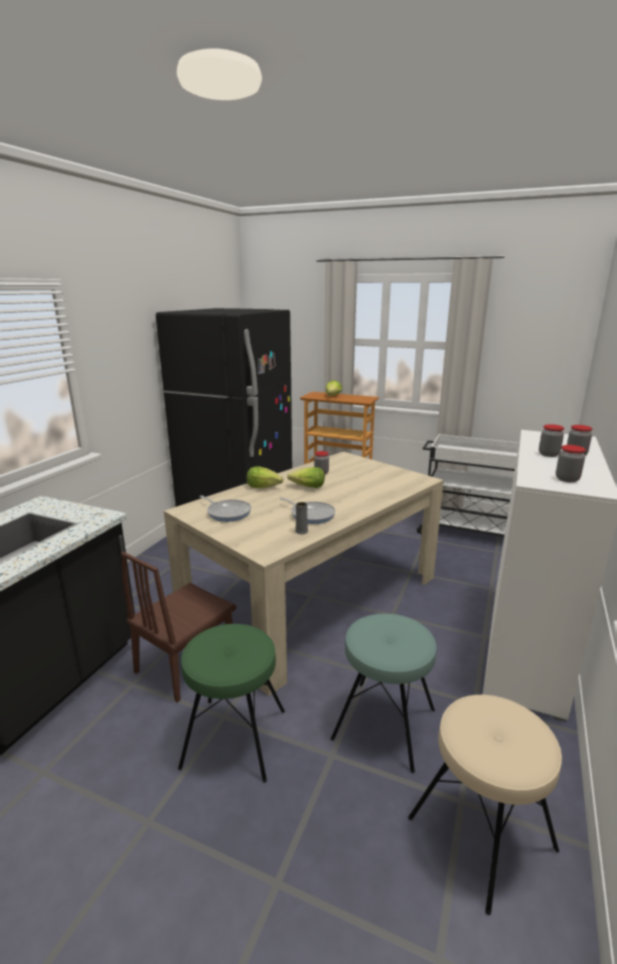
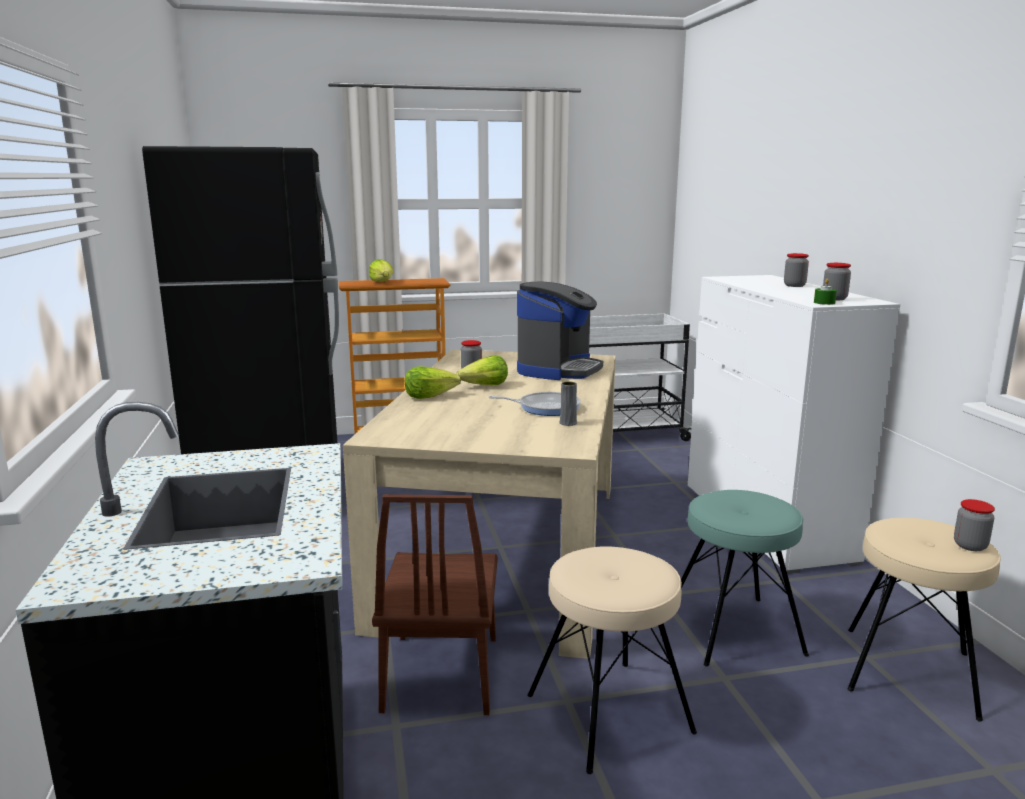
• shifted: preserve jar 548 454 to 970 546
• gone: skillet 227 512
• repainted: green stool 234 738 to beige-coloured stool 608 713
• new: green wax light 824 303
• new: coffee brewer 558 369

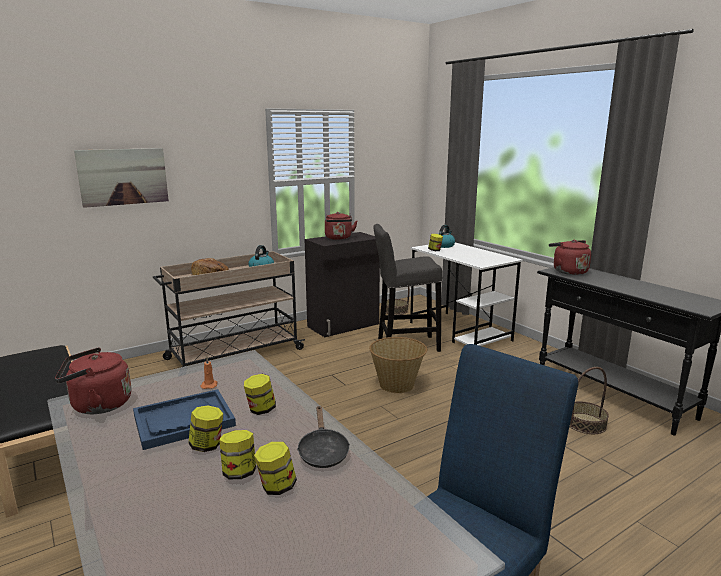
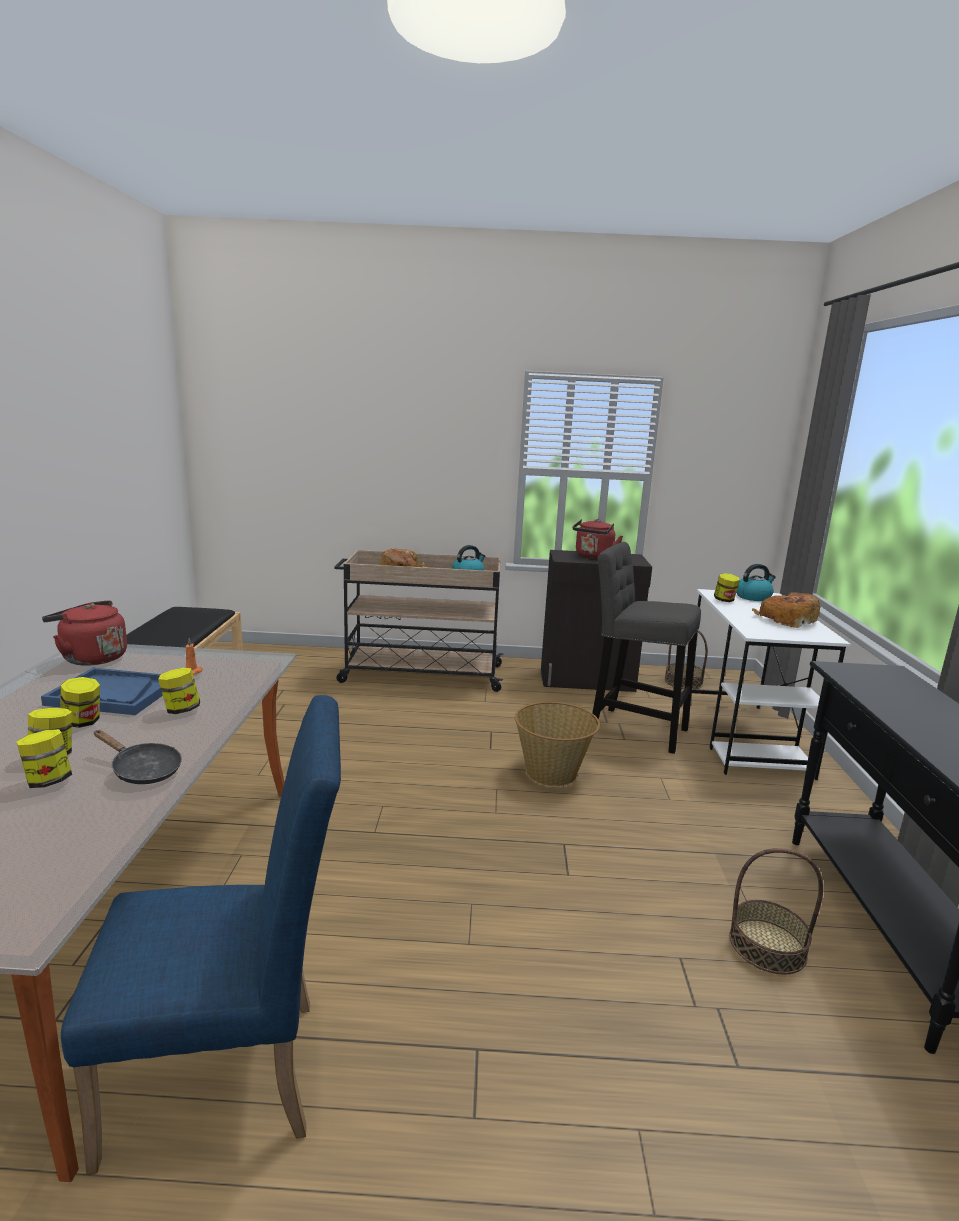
• gone: picture 123 176
• gone: red water kettle 568 271
• rotated: black-coloured skillet 323 451 = 142 770 90 degrees counterclockwise
• new: baked bread 785 619

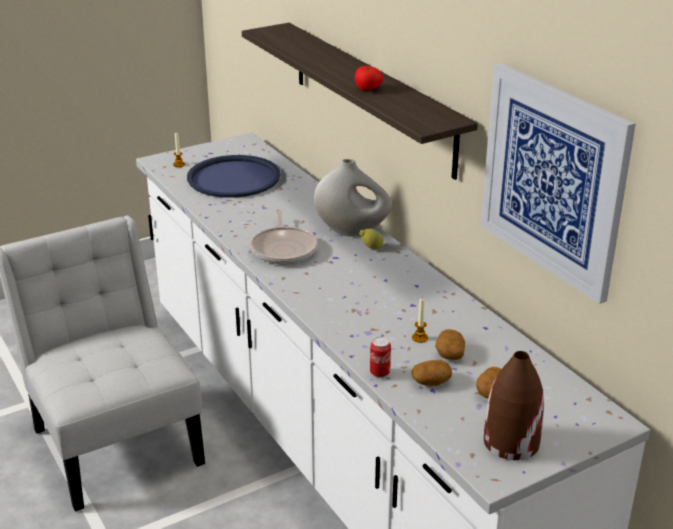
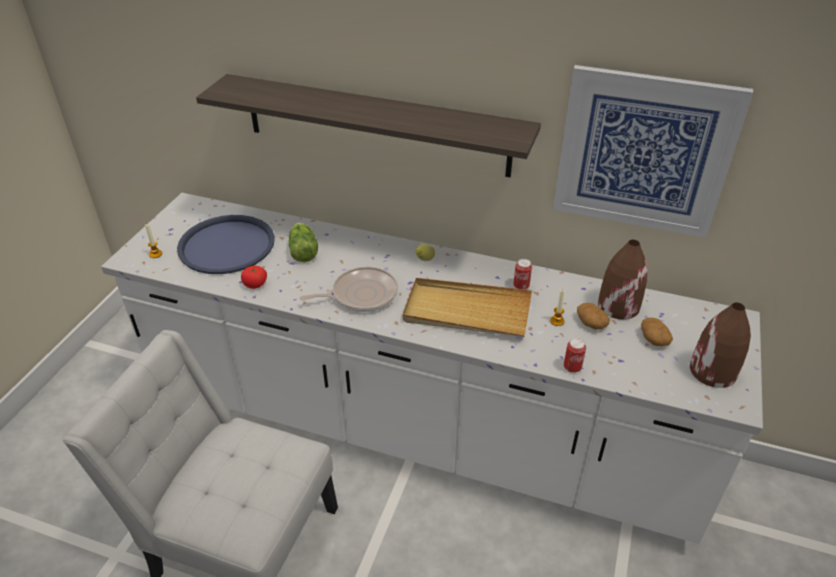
• shifted: whole tomato 367 89 to 255 285
• gone: white-coloured decorative vase 352 231
• rotated: skillet 284 249 = 361 294 60 degrees counterclockwise
• gone: potato 431 382
• new: lettuce 303 250
• new: brown-coloured decorative vase 618 305
• new: sealed can 521 286
• new: beige-coloured carrying tray 467 311

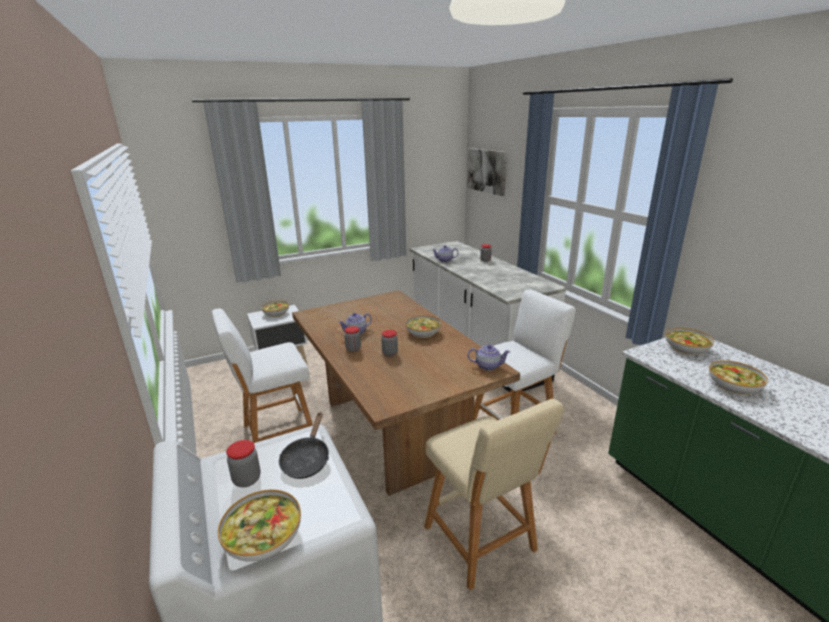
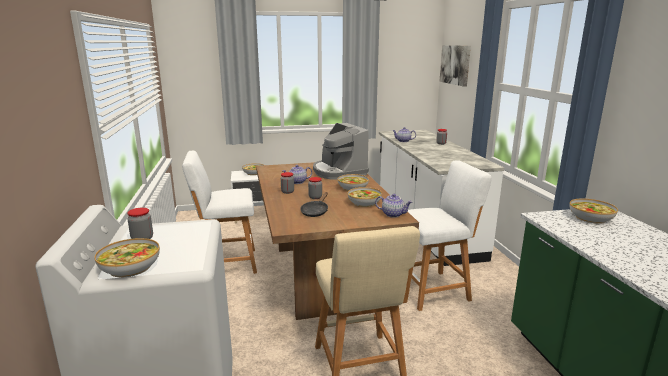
• shifted: serving bowl 734 385 to 364 202
• shifted: black-coloured skillet 307 459 to 315 211
• new: coffee brewer 338 172

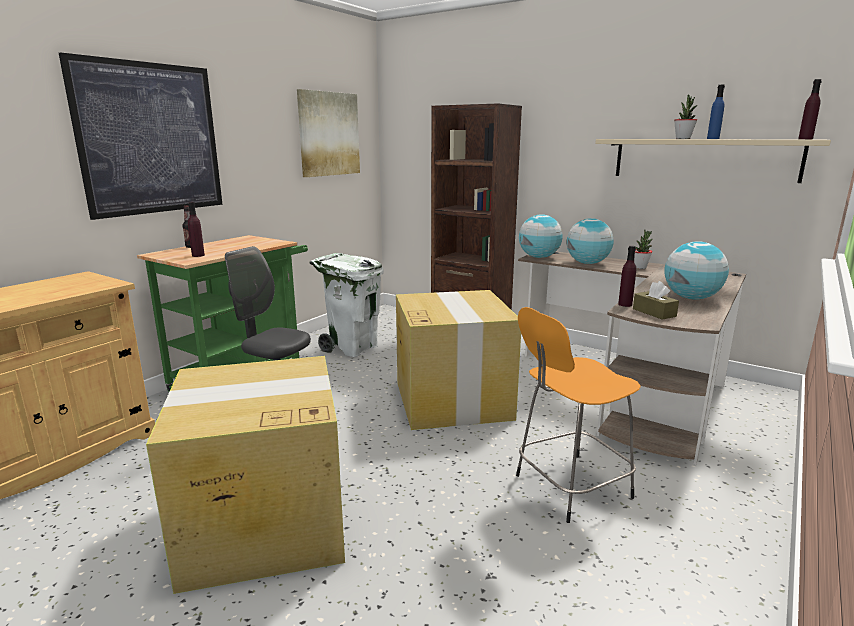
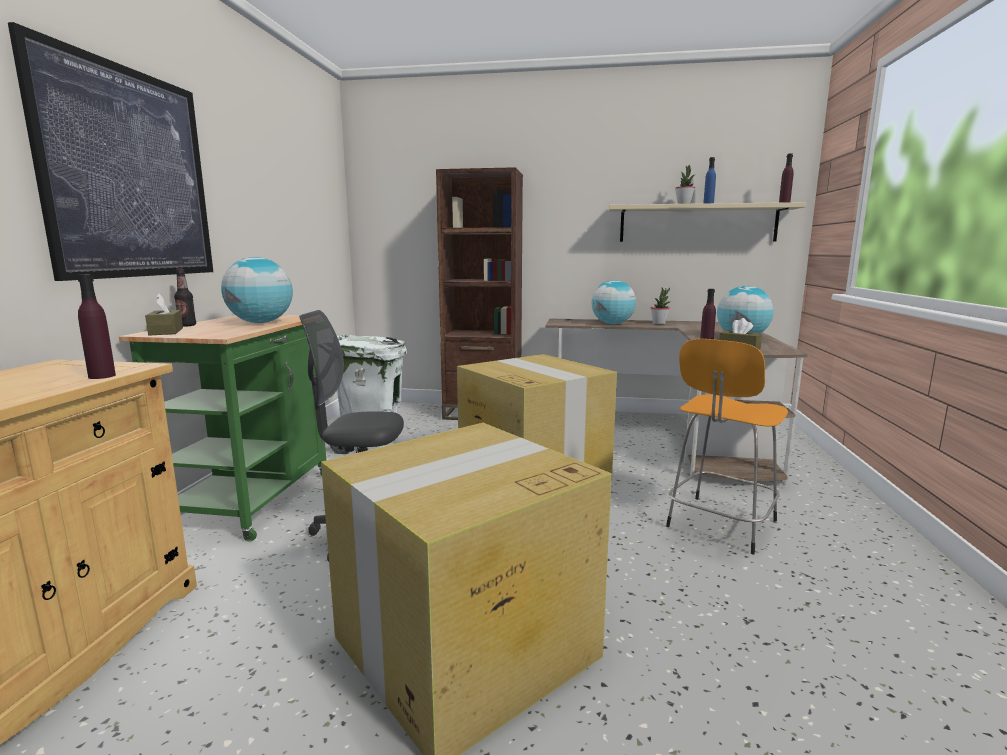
• gone: picture 328 134
• shifted: purple bottle 198 255 to 102 376
• shifted: globe 539 257 to 261 322
• new: brown-coloured box of tissues 166 331

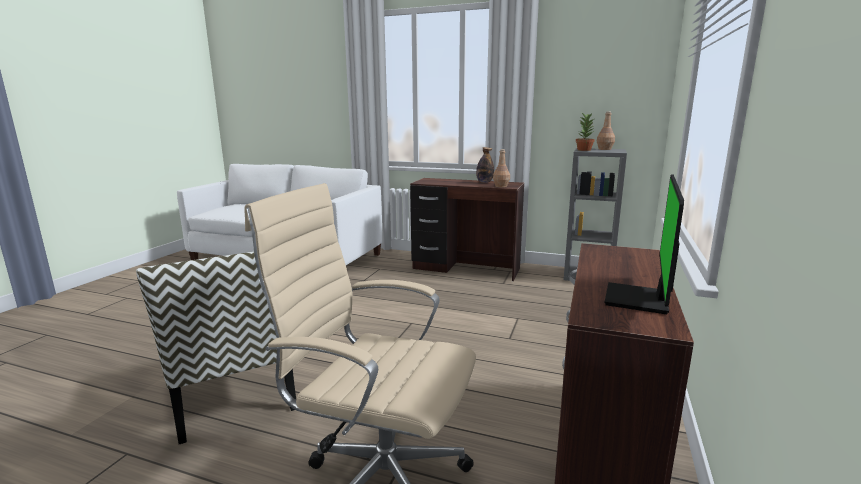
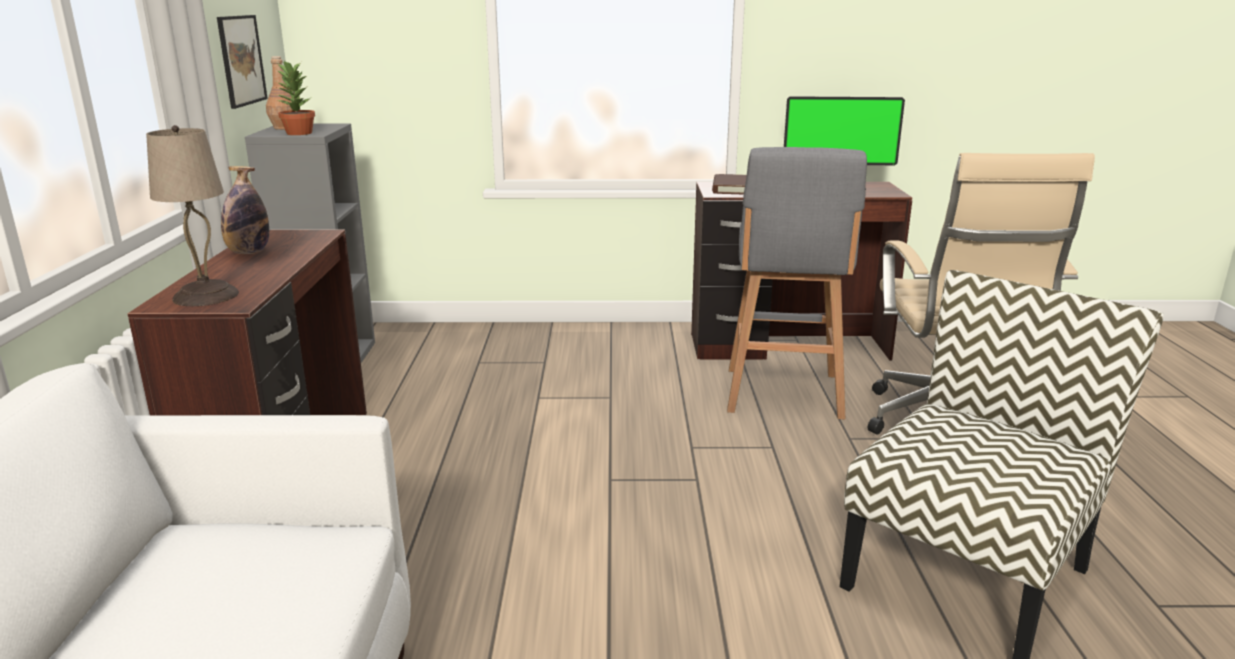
• gone: brown-coloured bottle 501 186
• new: picture 241 60
• new: beige-coloured tabletop lamp 204 295
• new: greyish stool 783 395
• new: brown-coloured volume 731 188

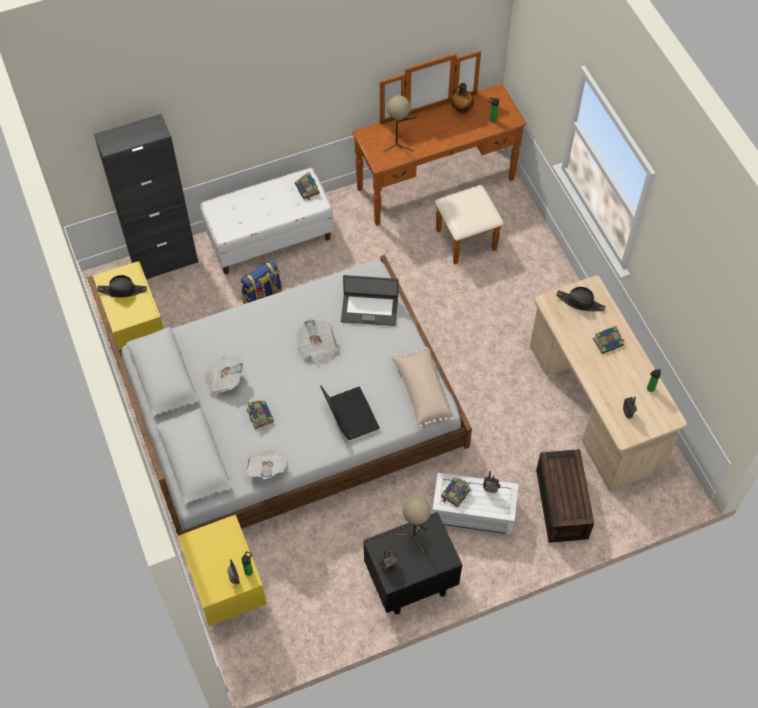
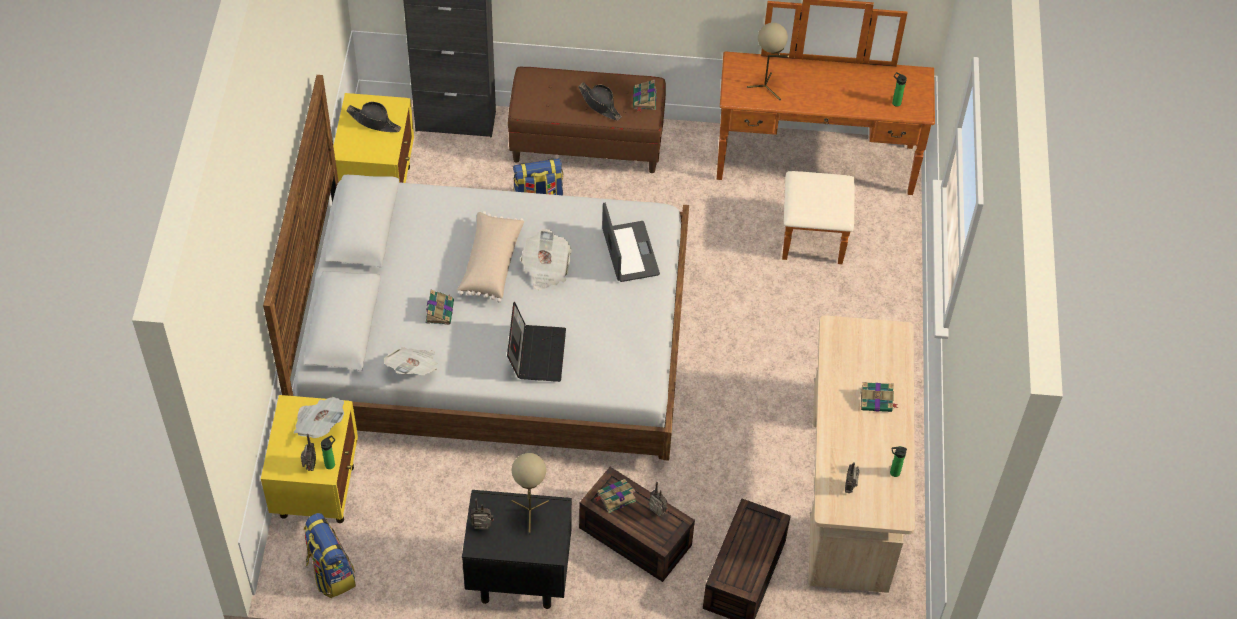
• gone: bottle 461 109
• repainted: white-coloured long seat 270 238 to brown-coloured long seat 587 143
• rotated: notebook computer 369 309 = 629 252 135 degrees counterclockwise
• shifted: black-coloured wearable hat 580 302 to 600 104
• shifted: beige-coloured cushion 421 392 to 490 263
• shifted: daily paper 224 380 to 319 424
• repainted: white-coloured storage container 471 513 to brown-coloured storage container 633 536
• new: backpack 330 573

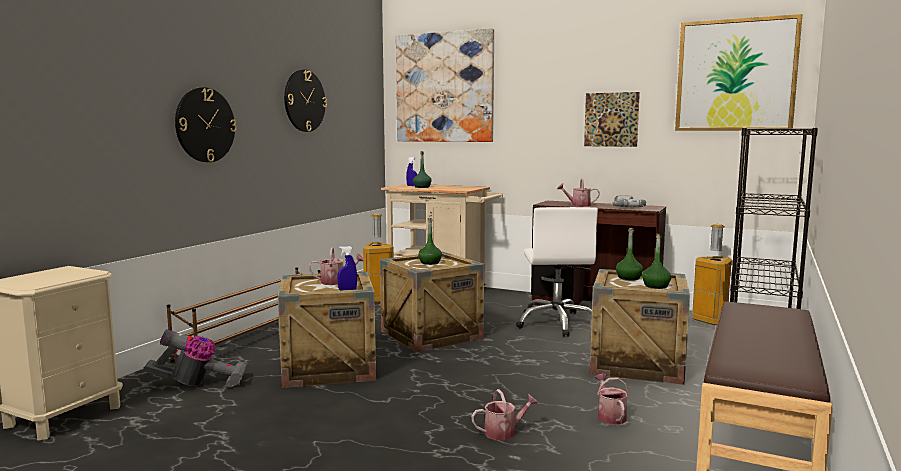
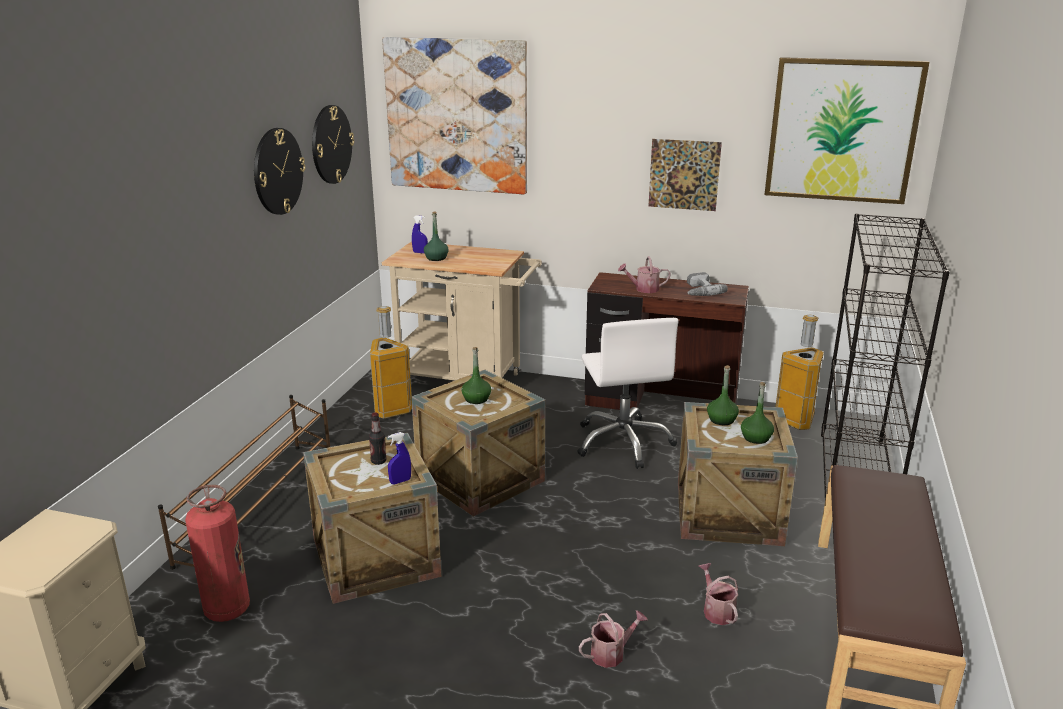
• shifted: clock on the wall 205 125 to 331 144
• swapped: watering pot 336 282 to bottle 378 461
• swapped: hoover 199 384 to fire-fighting cylinder 227 609

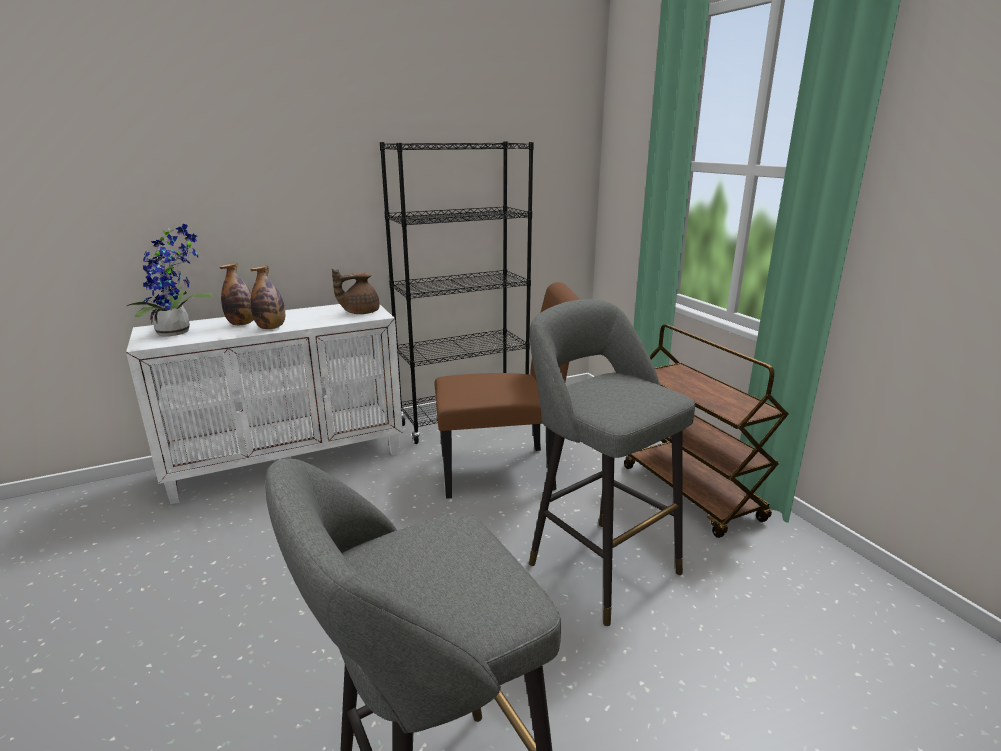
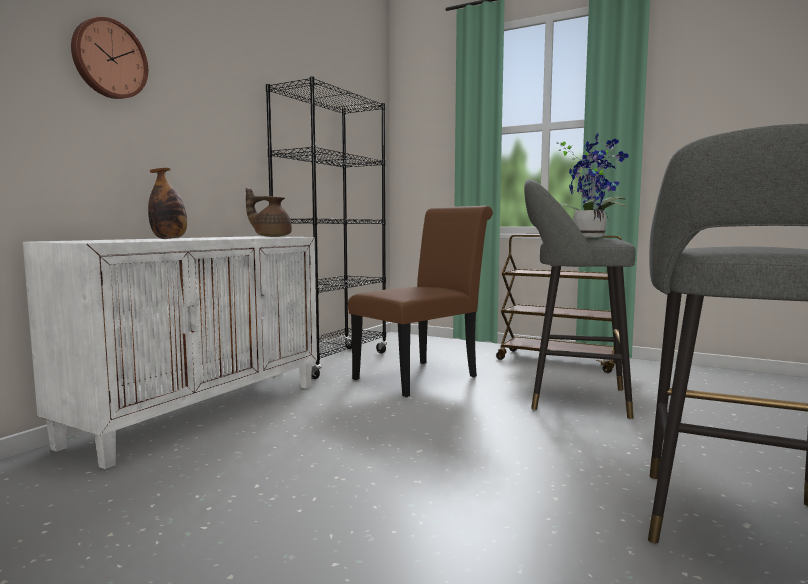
• shifted: plant in a pot 178 332 to 590 237
• gone: bottle 271 328
• rotated: brown-coloured teapot 359 312 = 271 236 75 degrees clockwise
• new: clock on the wall 108 59

